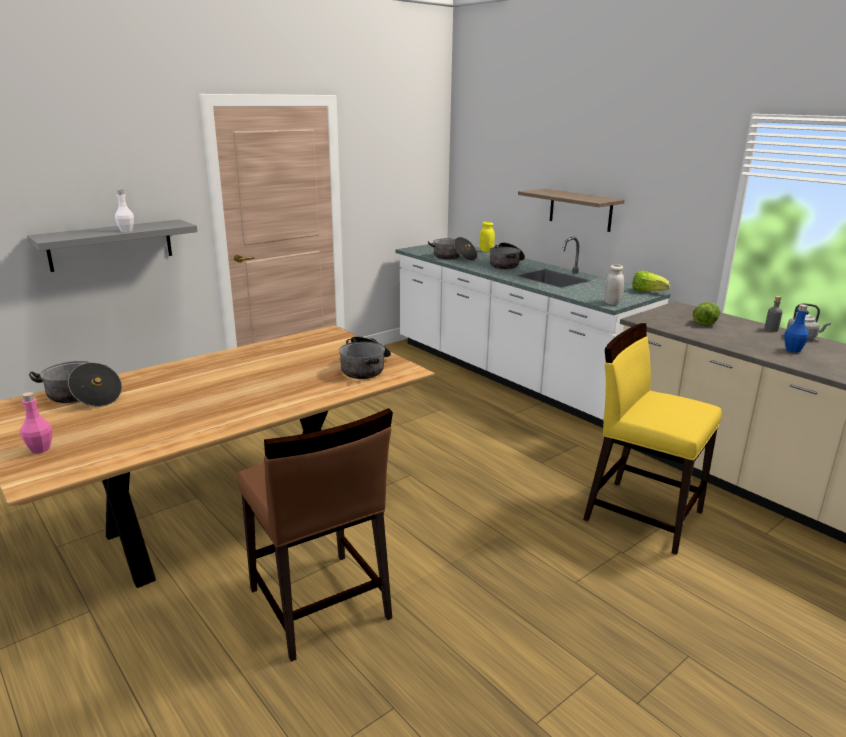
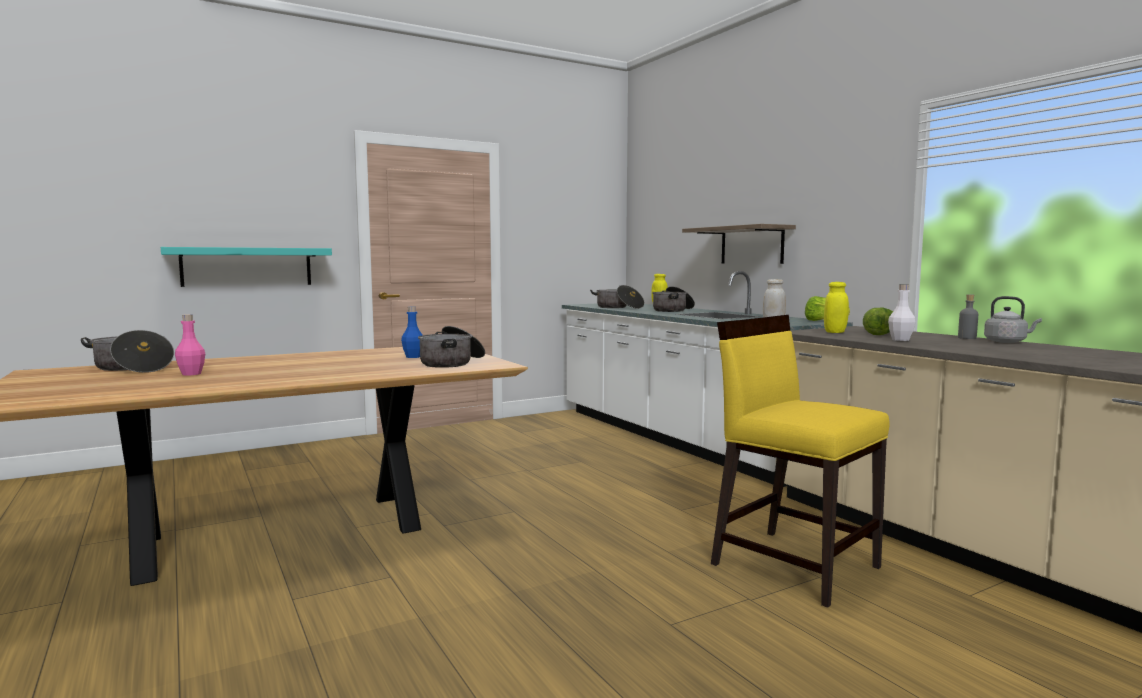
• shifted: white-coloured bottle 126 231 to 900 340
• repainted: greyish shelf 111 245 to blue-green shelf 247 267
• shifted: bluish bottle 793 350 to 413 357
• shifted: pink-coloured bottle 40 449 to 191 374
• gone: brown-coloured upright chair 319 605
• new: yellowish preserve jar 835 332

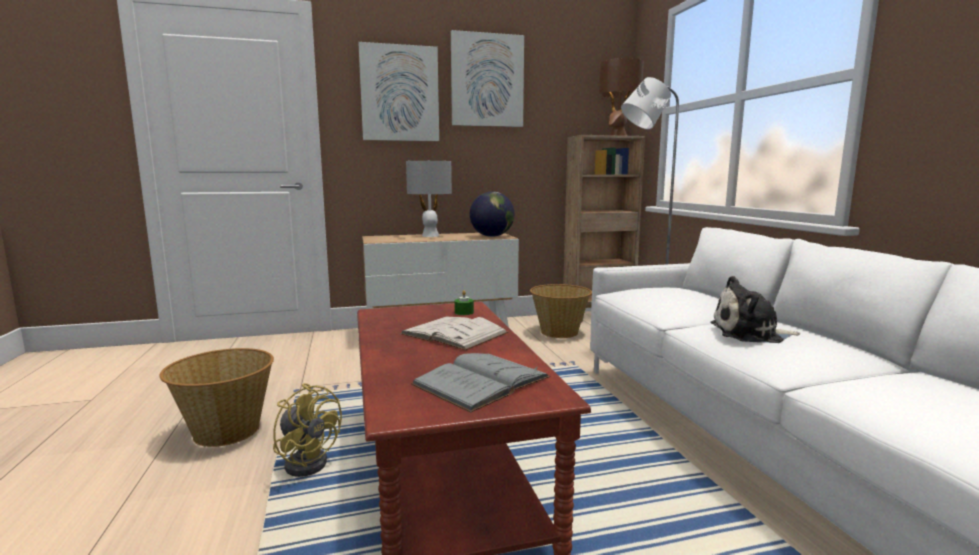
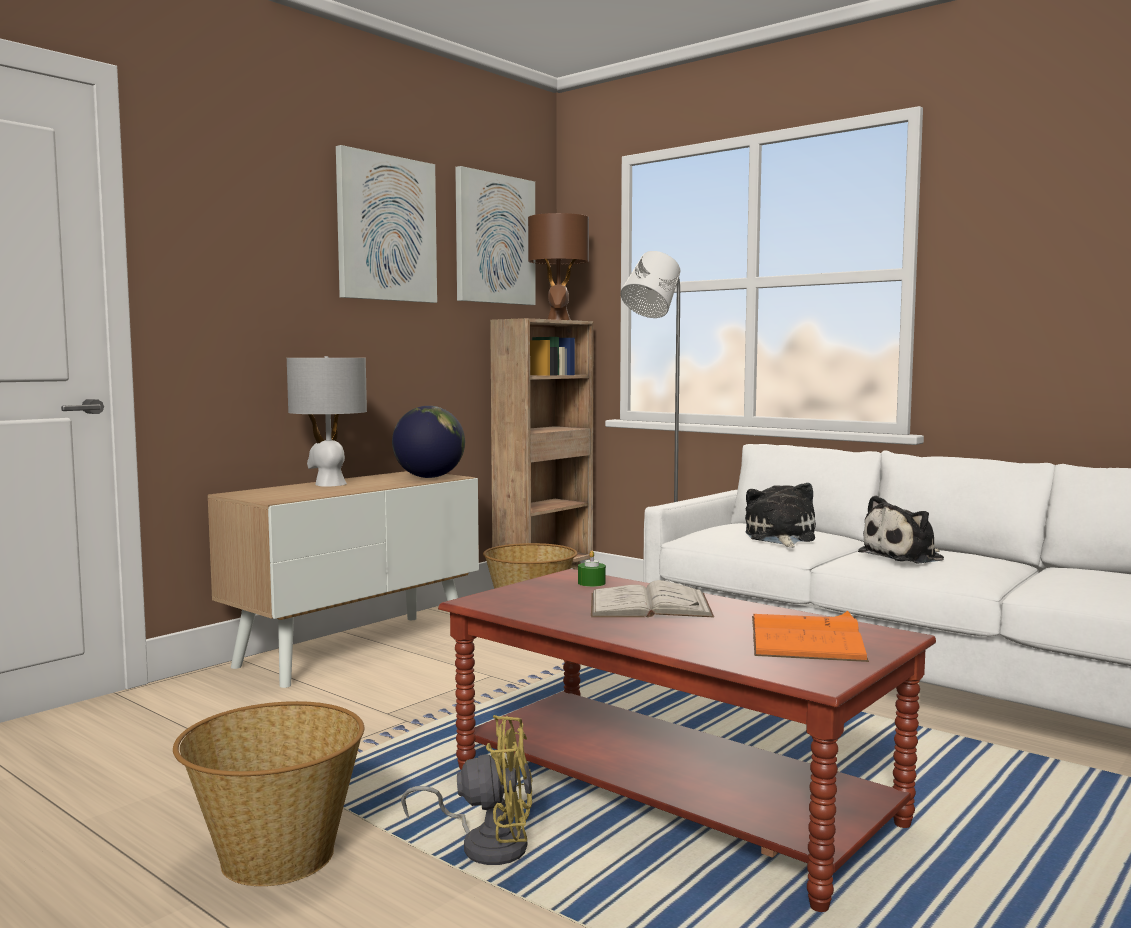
• shifted: picture 399 93 to 494 239
• repainted: greyish volume 481 381 to orange volume 805 638
• new: plush toy 780 537

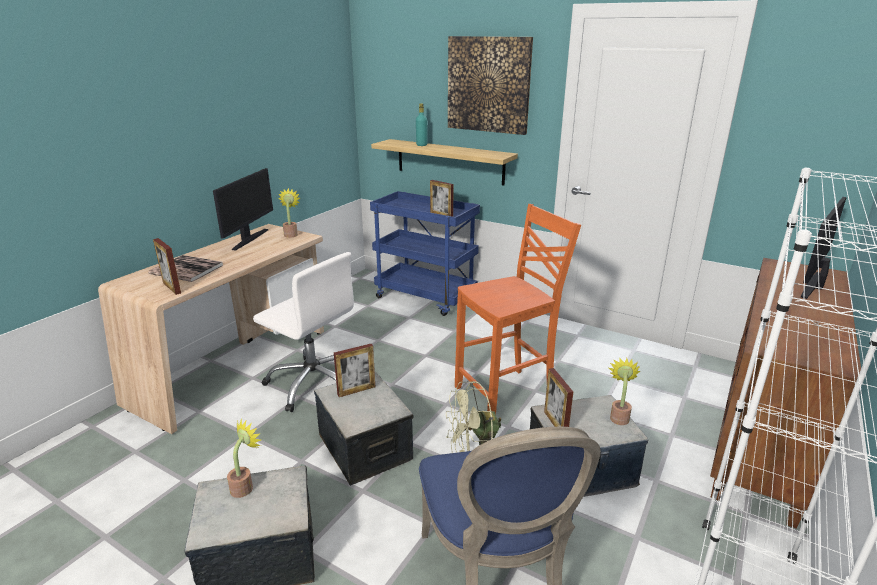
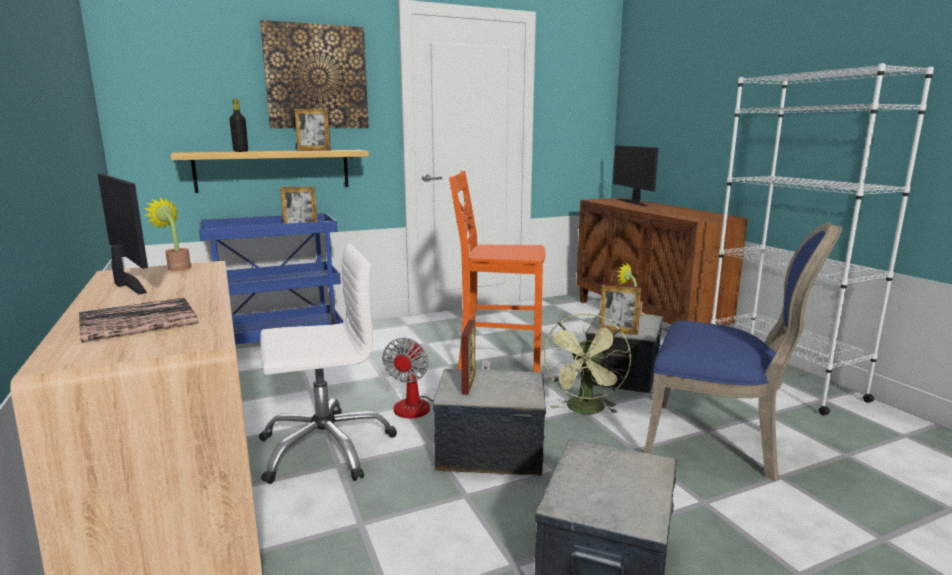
• repainted: blue-green bottle 421 145 to black-coloured bottle 240 151
• rotated: orange upright chair 507 394 = 498 365 90 degrees counterclockwise
• shifted: standing frame 172 288 to 314 150
• gone: plant in a pot 245 486
• new: cooling fan 425 406

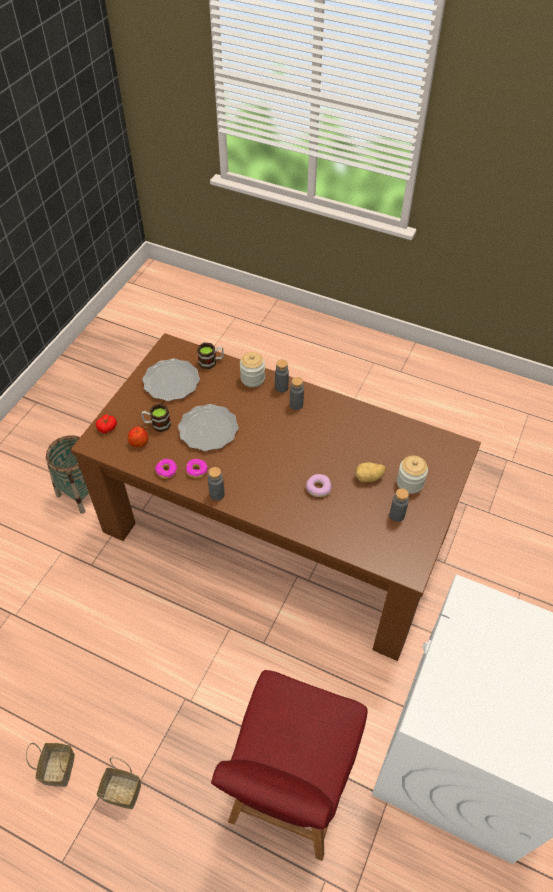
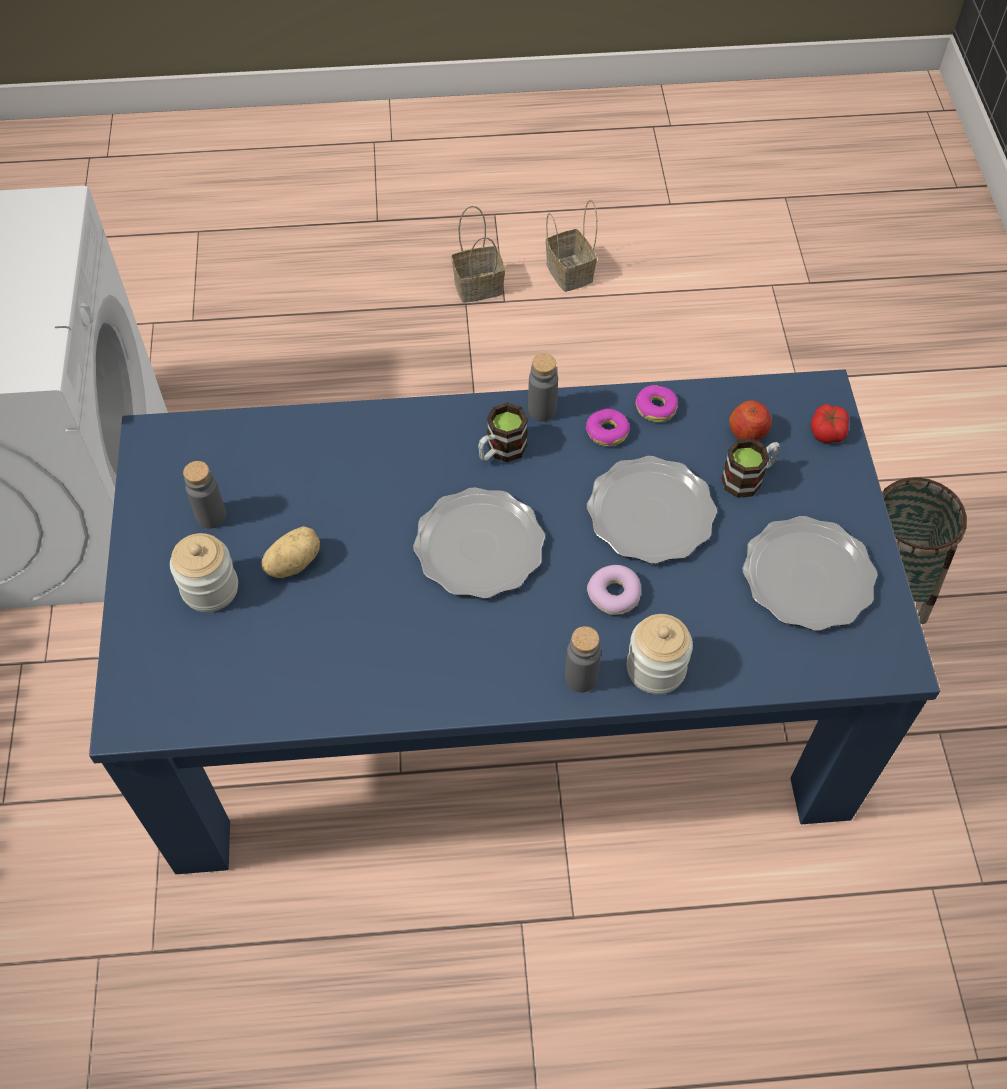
• repainted: brown-coloured dining table 276 529 to bluish dining table 503 695
• shifted: coffee mug 211 362 to 500 451
• gone: greyish bottle 296 404
• shifted: doughnut 318 488 to 614 594
• gone: red upright chair 289 794
• new: flat dish 480 547

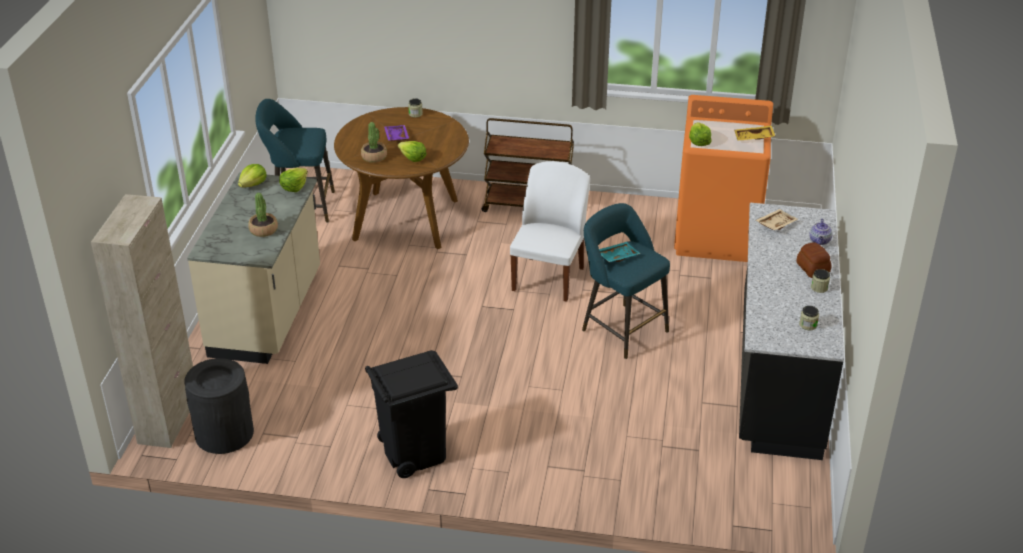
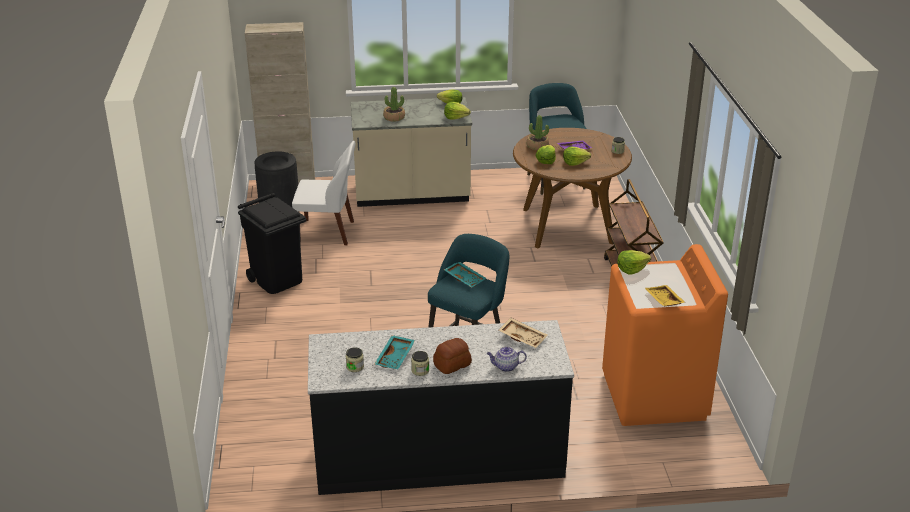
• shifted: white-coloured upright chair 549 278 to 328 232
• new: lettuce 575 162
• new: blue-green carrying tray 396 357

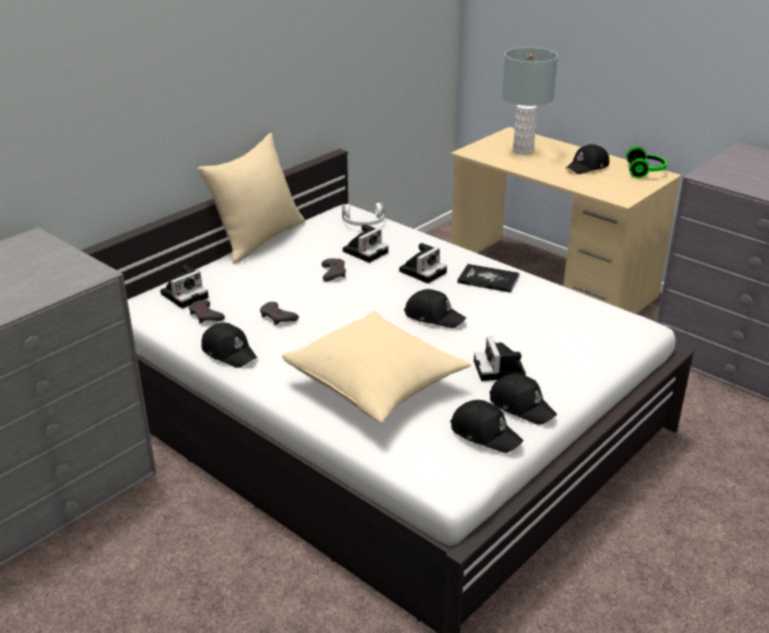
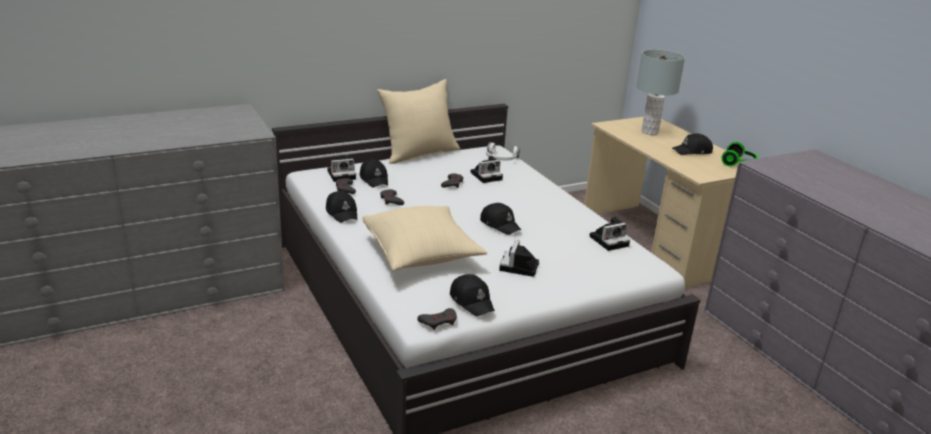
• shifted: still camera 423 271 to 609 240
• gone: volume 488 279
• shifted: black-coloured peaked cap 521 405 to 374 179
• new: greyish game controller 439 322

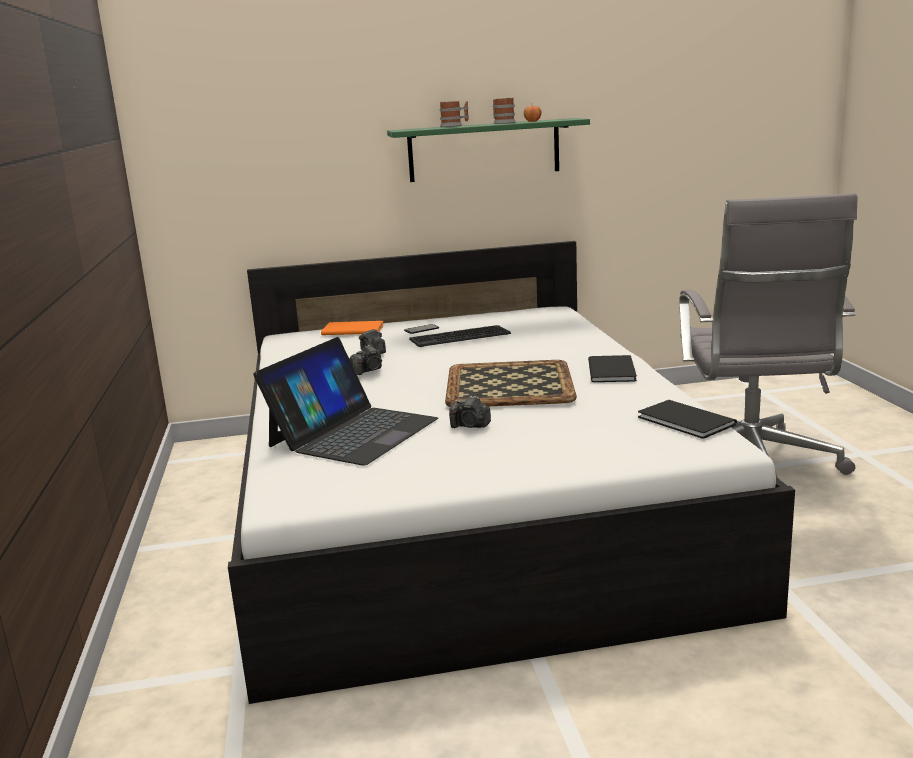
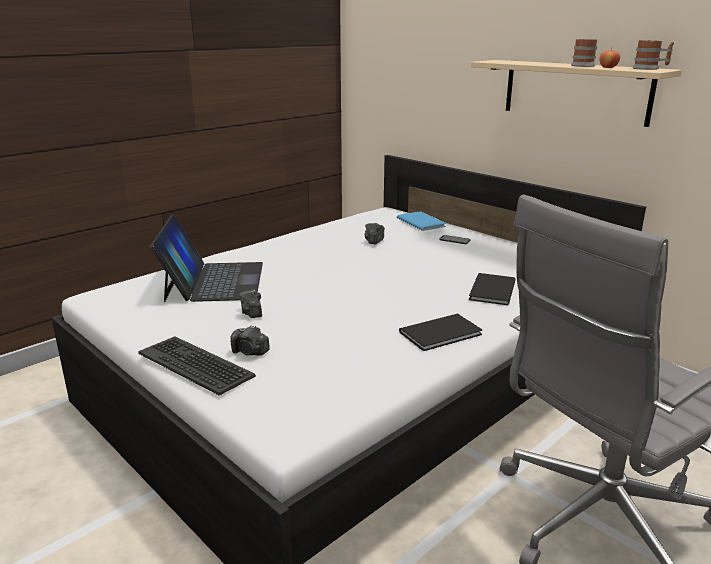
• shifted: coffee mug 454 126 to 650 68
• repainted: green shelf 484 150 to beige-coloured shelf 575 91
• repainted: orange volume 351 329 to bluish volume 421 221
• shifted: computer keyboard 459 337 to 196 365
• rotated: notebook computer 353 432 = 214 281 90 degrees counterclockwise
• shifted: still camera 368 370 to 250 352
• gone: carrying tray 510 385
• shifted: black-coloured volume 686 422 to 490 290

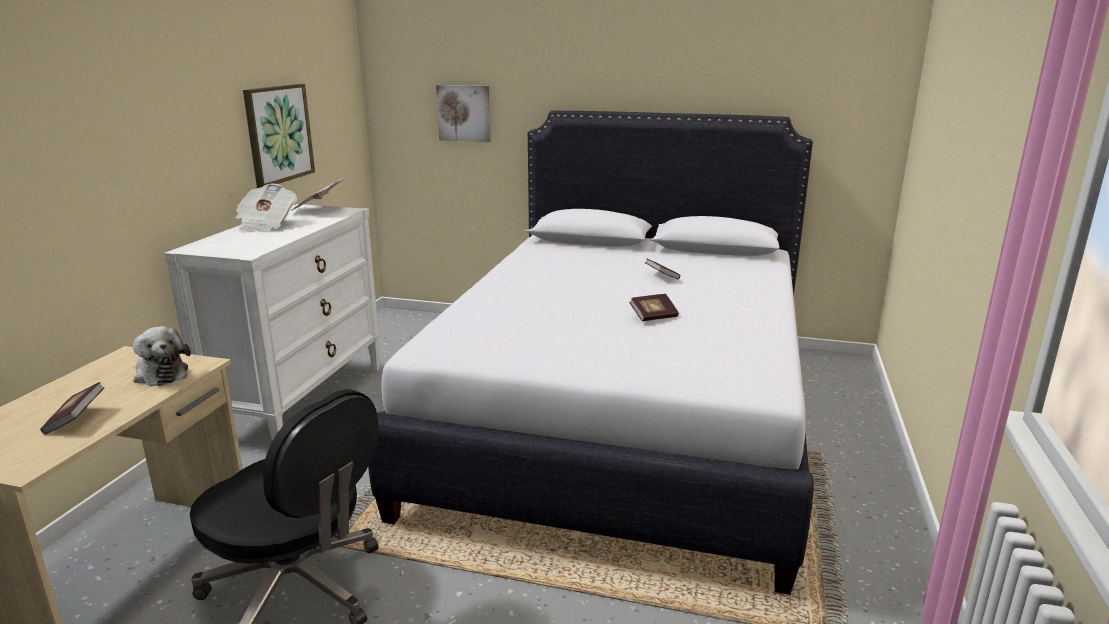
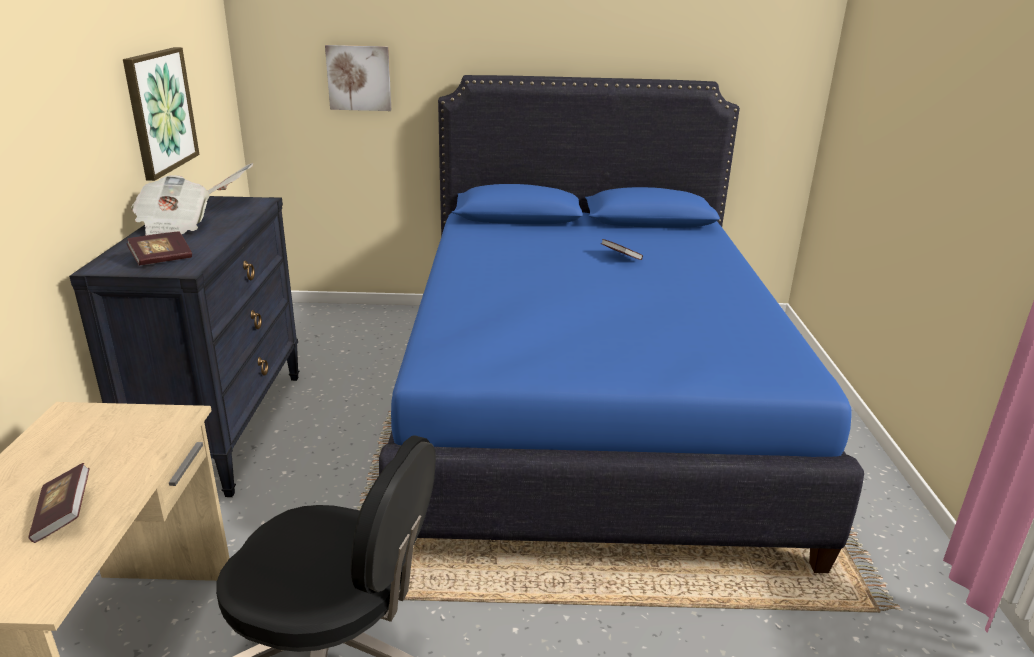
• repainted: white-coloured sleeping bed 623 417 to bluish sleeping bed 587 406
• repainted: white-coloured drawer chest 301 401 to black-coloured drawer chest 224 428
• shifted: volume 653 317 to 162 259
• gone: plush toy 161 373

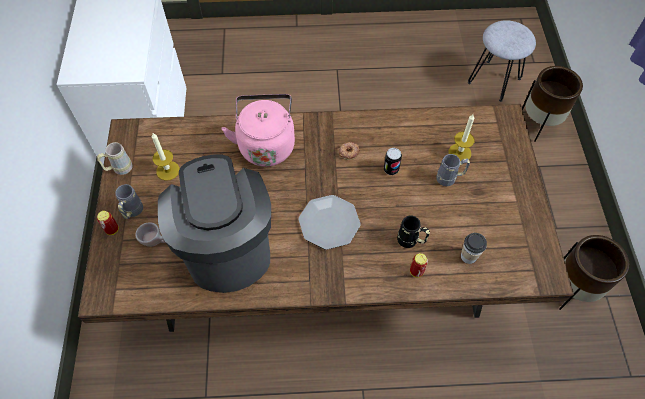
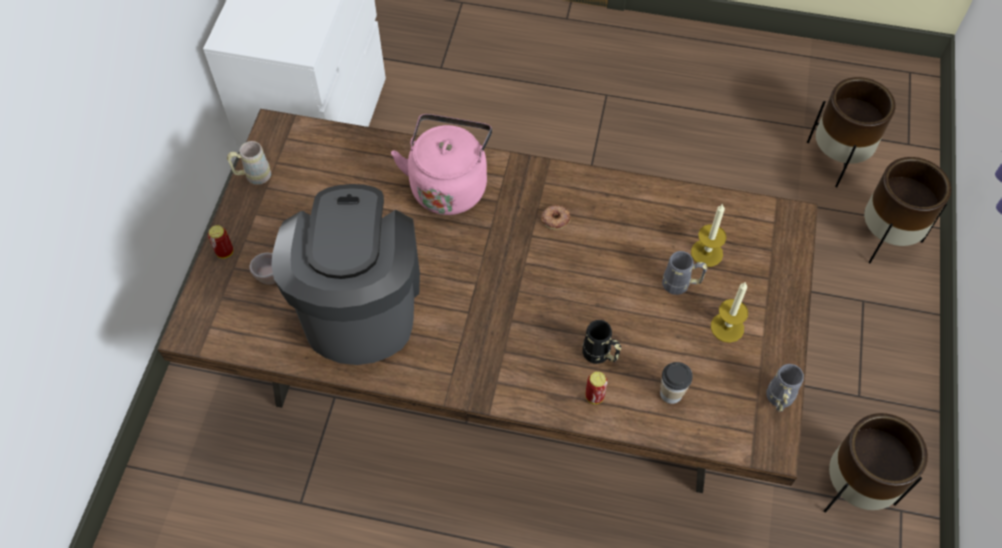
• swapped: greyish stool 494 80 to brown-coloured plant pot 836 159
• shifted: wax light 168 170 to 727 327
• gone: sealed can 391 169
• shifted: greyish coffee mug 132 212 to 778 400
• gone: flat dish 329 223

